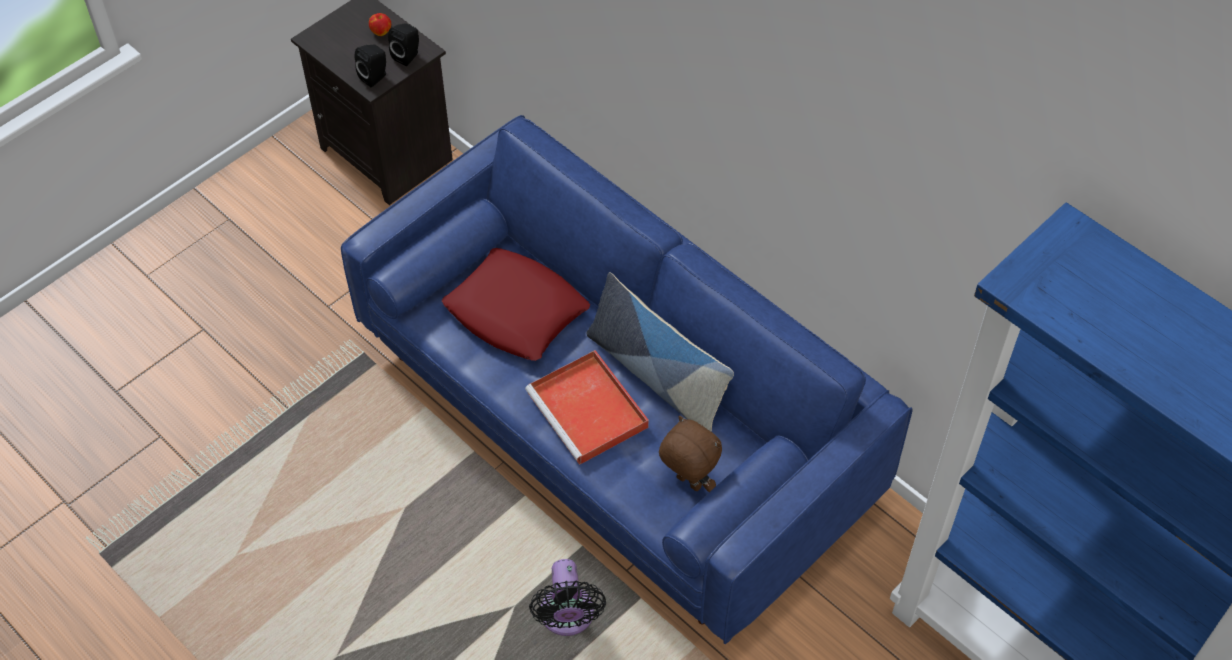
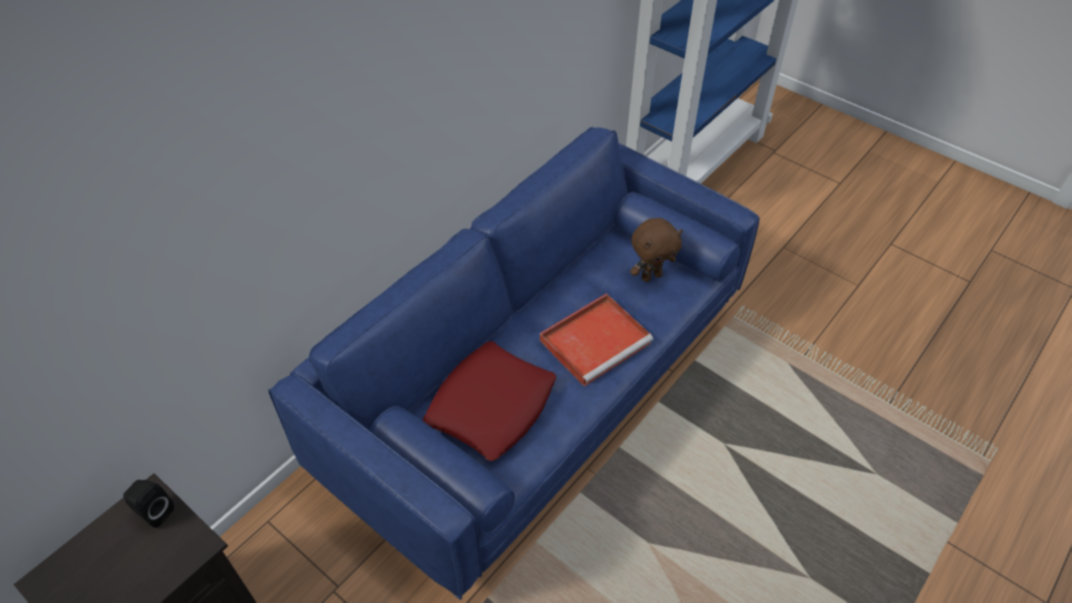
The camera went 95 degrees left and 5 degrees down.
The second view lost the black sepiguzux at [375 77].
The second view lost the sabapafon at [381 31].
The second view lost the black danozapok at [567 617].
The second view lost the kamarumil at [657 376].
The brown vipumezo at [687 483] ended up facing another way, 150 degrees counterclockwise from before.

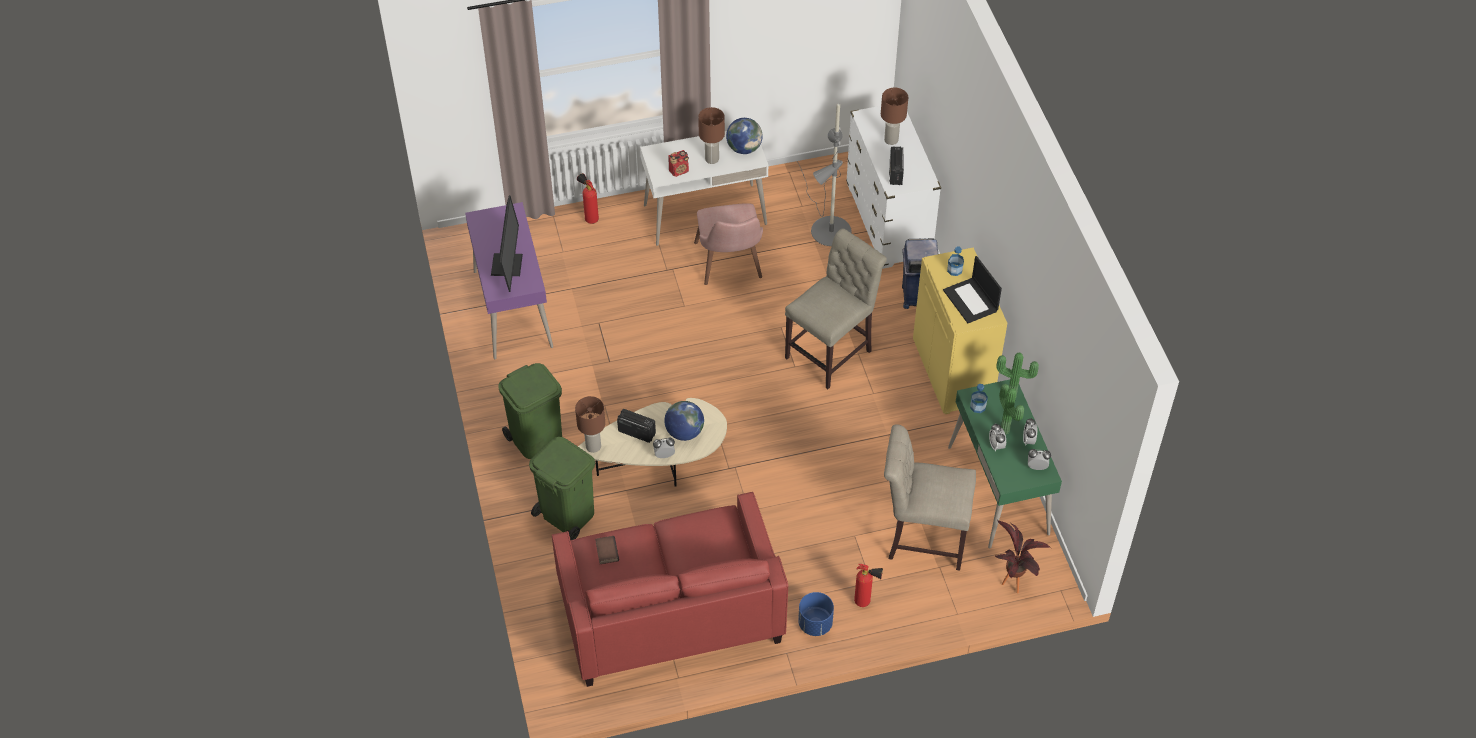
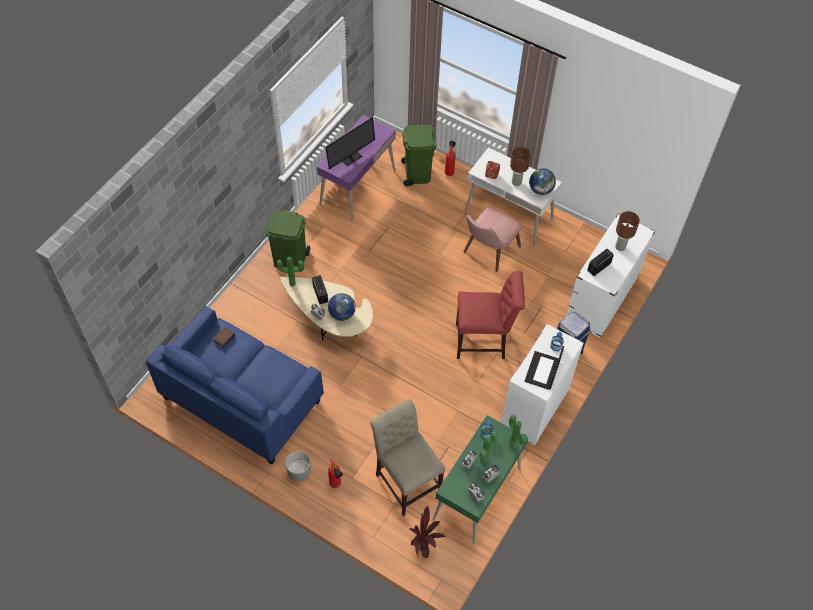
The camera went 45 degrees right and 5 degrees up.
The second view lost the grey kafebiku at [827 224].
The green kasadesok ended up elsewhere, having gone from [566 514] to [417 173].
Where the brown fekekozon stood at [593 446], the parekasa came to stand at [292 282].
What was the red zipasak at [669 612] turned into the blue zipasak at [242 399].
What was the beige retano at [832 352] turned into the red retano at [484 341].
What was the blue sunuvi at [815 624] turned into the grey sunuvi at [299 471].
What was the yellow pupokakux at [953 371] turned into the white pupokakux at [535 409].

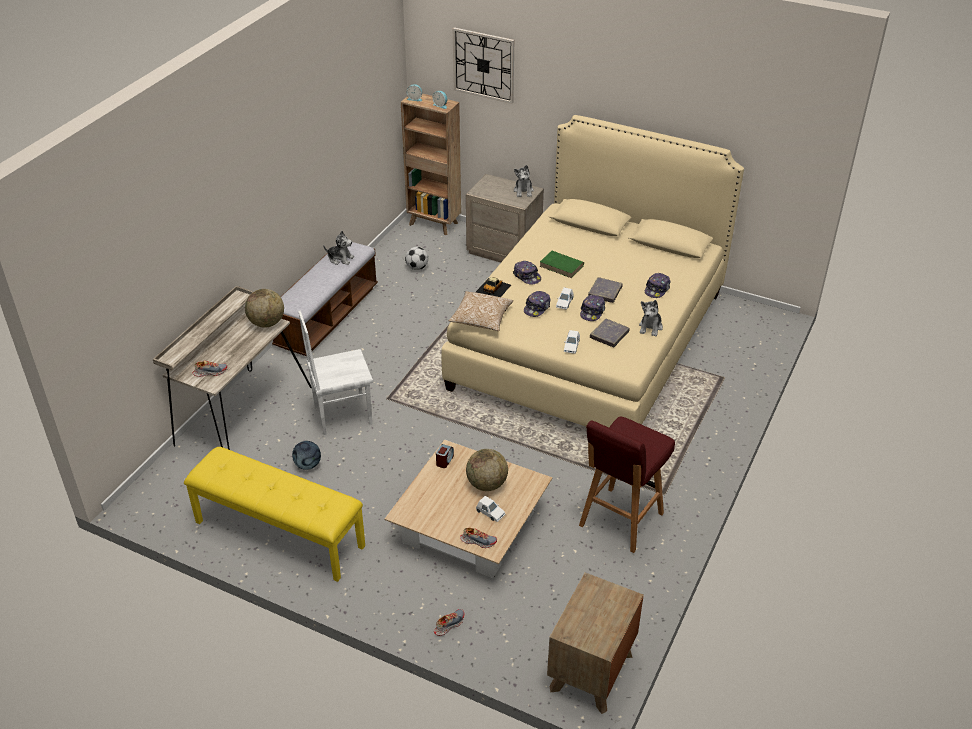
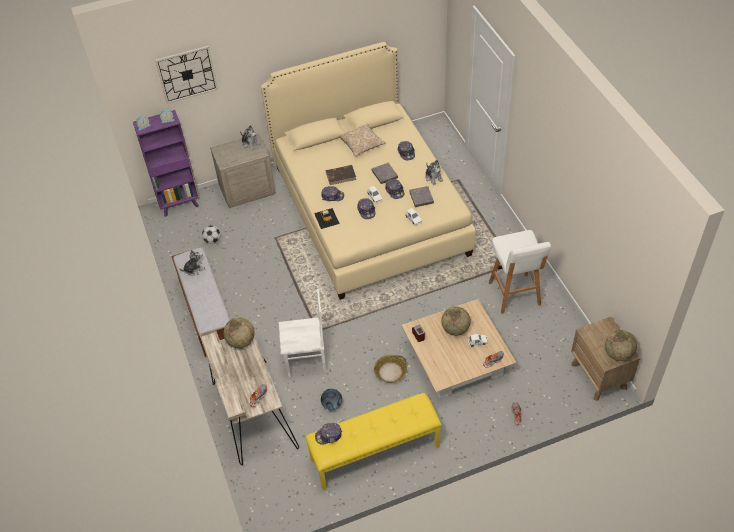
The camera went 45 degrees left and 10 degrees up.
The second view gained the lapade at [329 436].
The second view gained the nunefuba at [390 372].
The second view gained the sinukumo at [618 354].
The kamarumil ended up elsewhere, having gone from [481 319] to [362 145].
What was the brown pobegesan at [434 224] turned into the purple pobegesan at [180 204].
What was the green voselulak at [562 266] turned into the brown voselulak at [341 176].
What was the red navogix at [620 521] turned into the white navogix at [514 294].
The white retano at [342 415] ended up facing another way, 120 degrees counterclockwise from before.

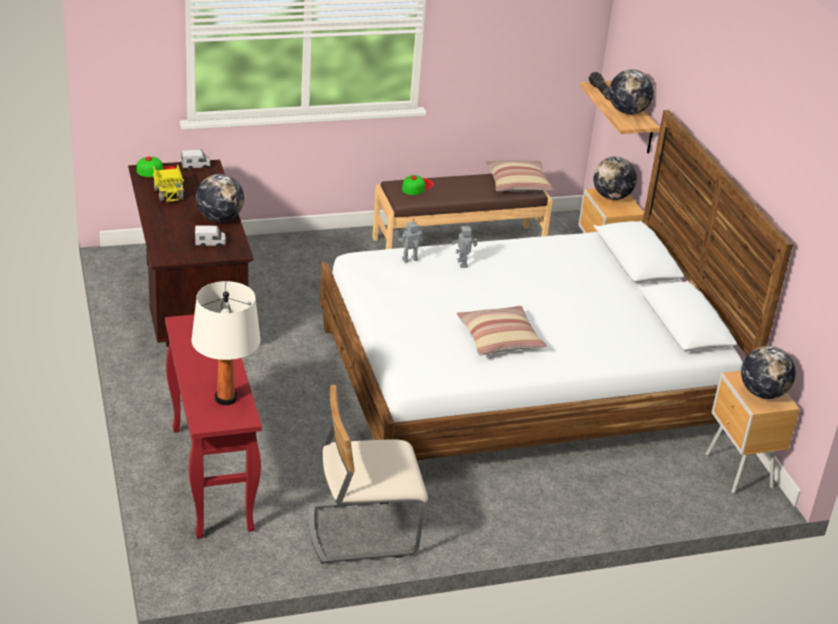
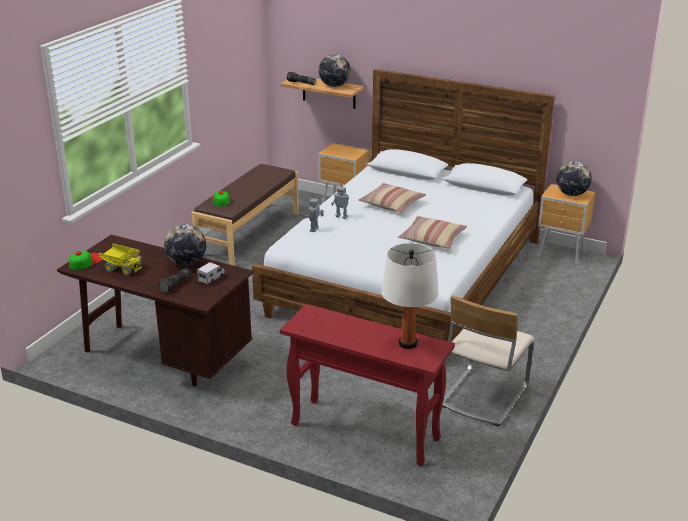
The camera went 45 degrees left and 5 degrees down.
The second view lost the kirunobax at [196 166].
The second view lost the sinukumo at [611 197].
The second view gained the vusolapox at [176 285].
The kamarumil ended up elsewhere, having gone from [517 183] to [392 204].

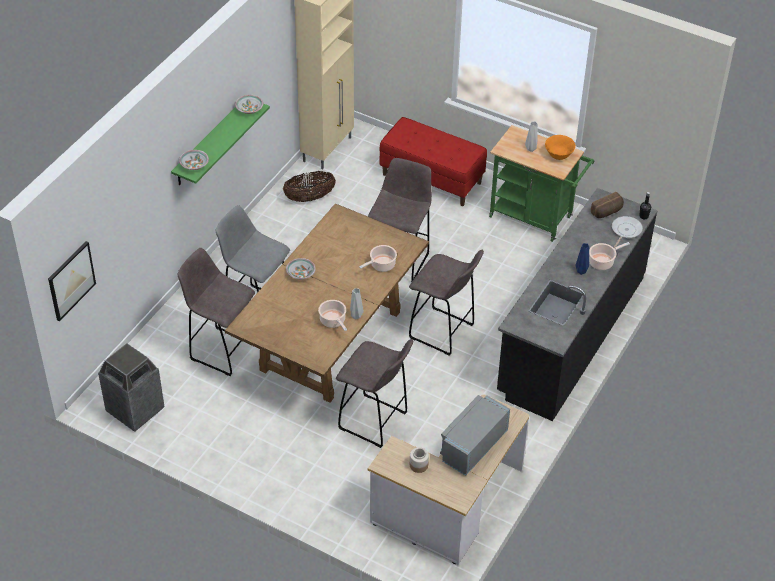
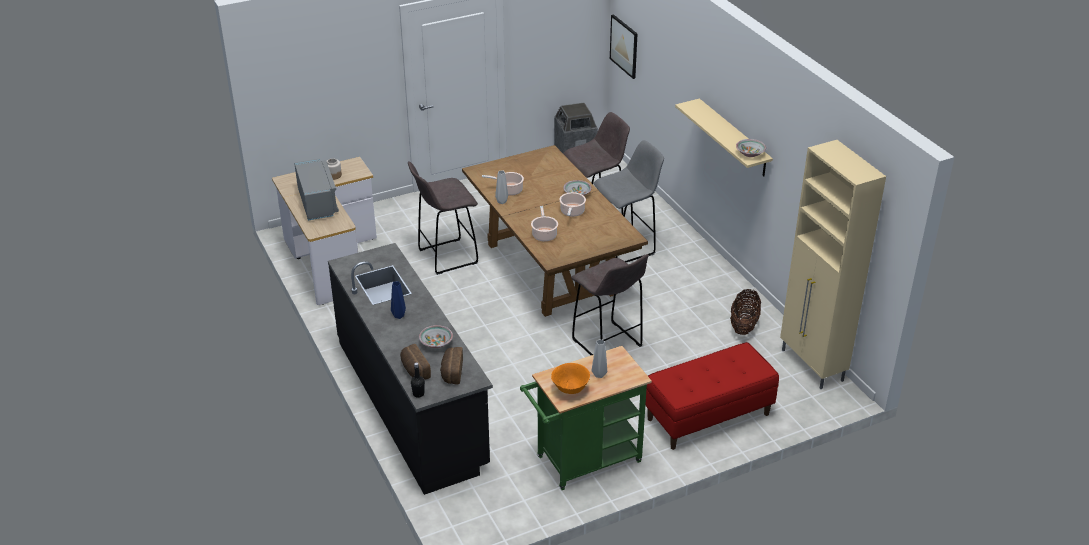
The camera went 125 degrees right and 10 degrees down.
The second view lost the grey navogix at [443 332].
The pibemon ended up elsewhere, having gone from [194 165] to [436 343].
The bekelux ended up elsewhere, having gone from [602 262] to [572 212].
Where the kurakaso stood at [625 231], the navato came to stand at [414 370].
What was the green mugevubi at [210 142] turned into the beige mugevubi at [733 138].

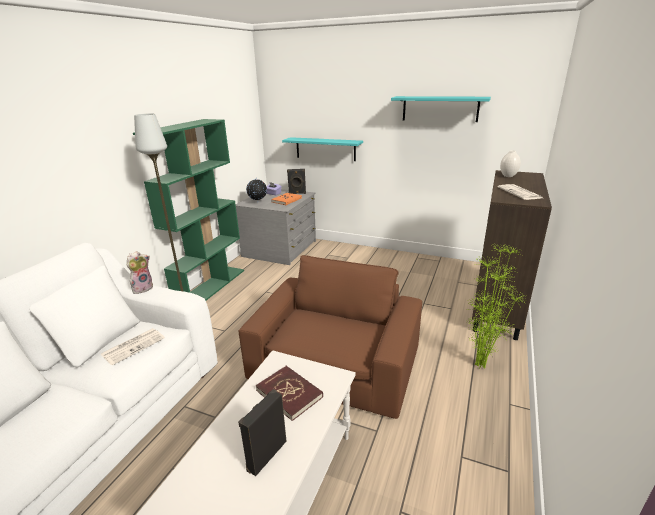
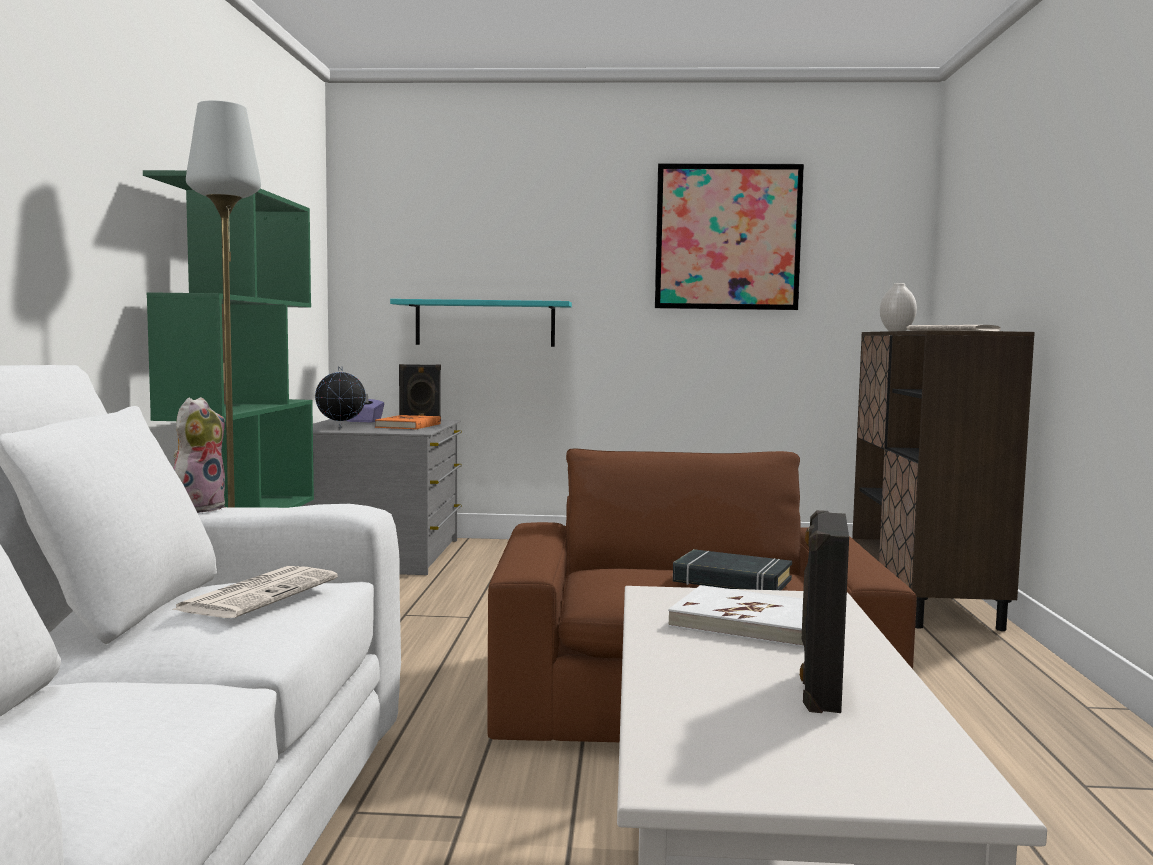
The camera went 20 degrees left and 20 degrees down.
The second view lost the parekasa at [481 365].
The second view gained the black voselulak at [731 581].
Where the turquoise mugevubi hung at [440 109], the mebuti came to hang at [727 237].
What was the red voselulak at [289 393] turned into the white voselulak at [750 623].

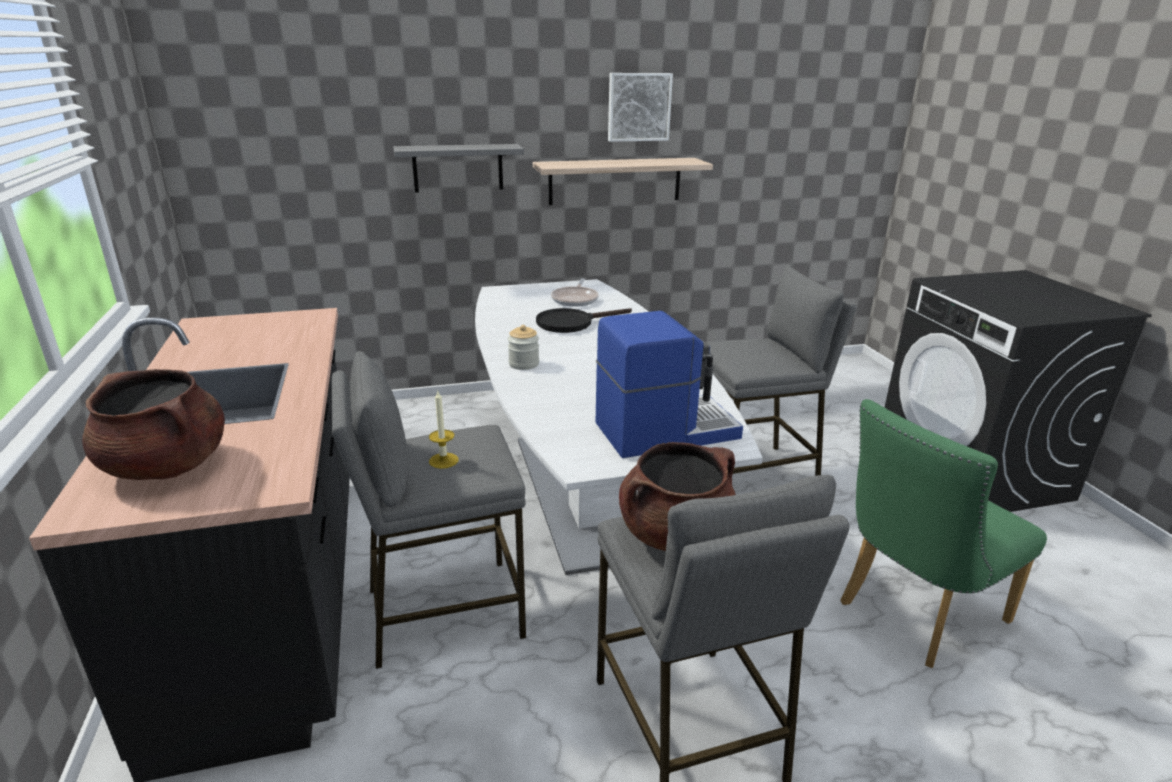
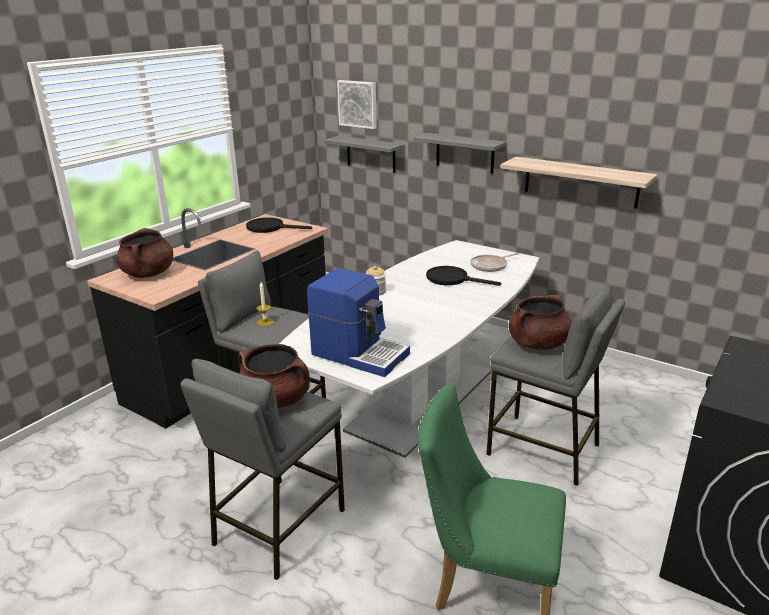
The camera went 50 degrees right and 0 degrees up.
The second view gained the black kurakaso at [270 228].
The second view gained the grey mugevubi at [371 154].
The second view gained the brown bekelux at [538 344].
The mebuti ended up elsewhere, having gone from [638 107] to [358 104].

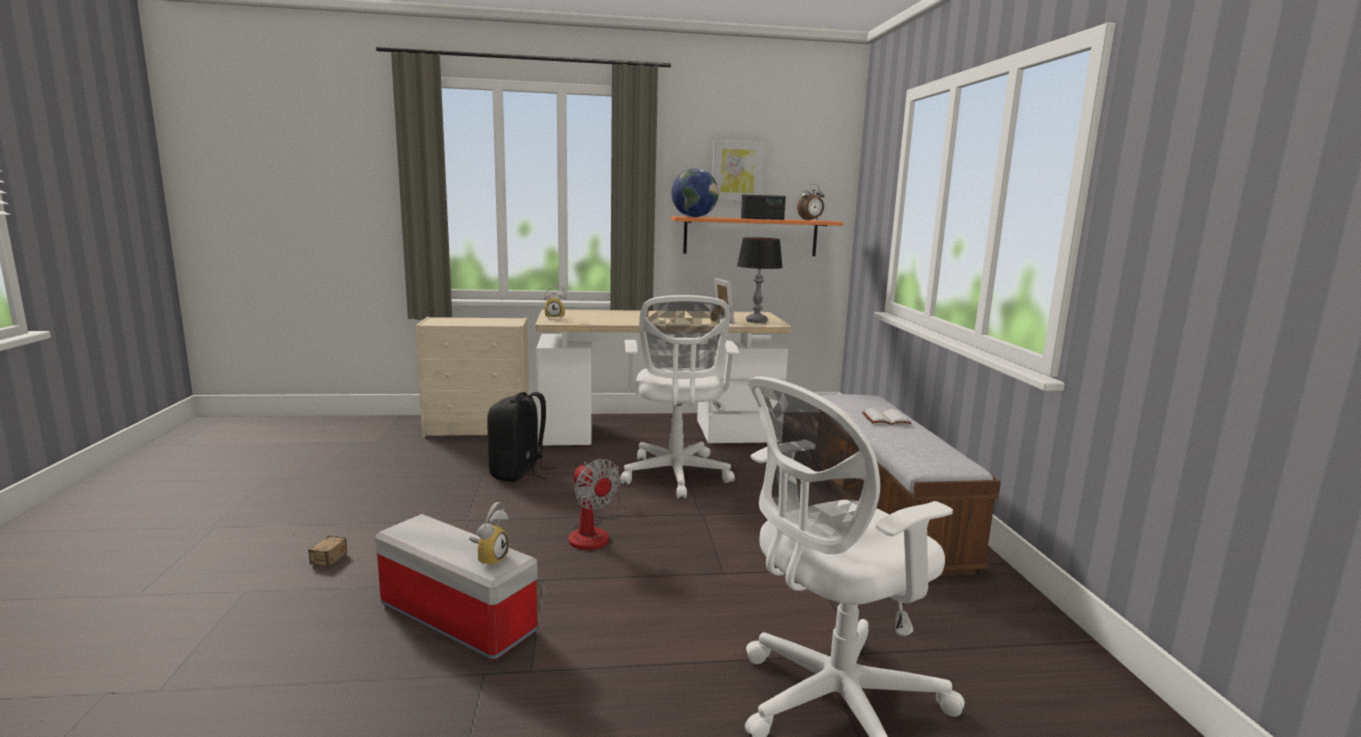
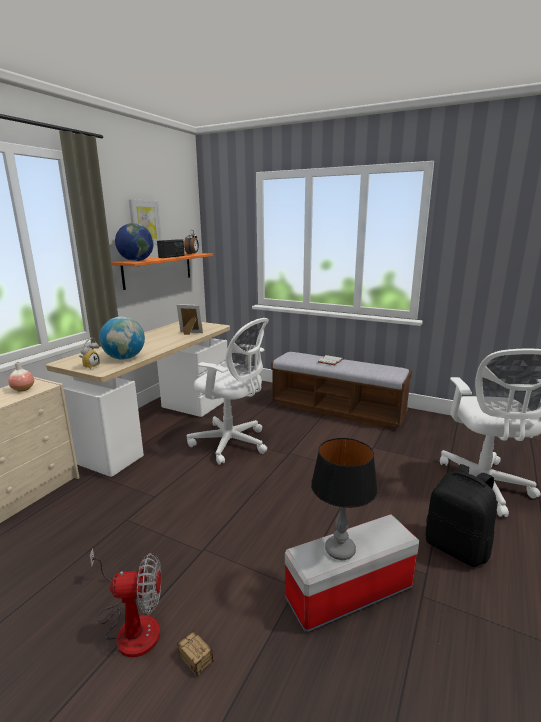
The camera went 55 degrees left and 5 degrees up.
The second view lost the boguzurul at [489 559].
The second view gained the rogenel at [23 389].
The second view gained the sinukumo at [125 358].
The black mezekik ended up elsewhere, having gone from [519 473] to [457 547].
The danozapok ended up elsewhere, having gone from [594 532] to [131 625].
The fekekozon ended up elsewhere, having gone from [756 321] to [340 550].

